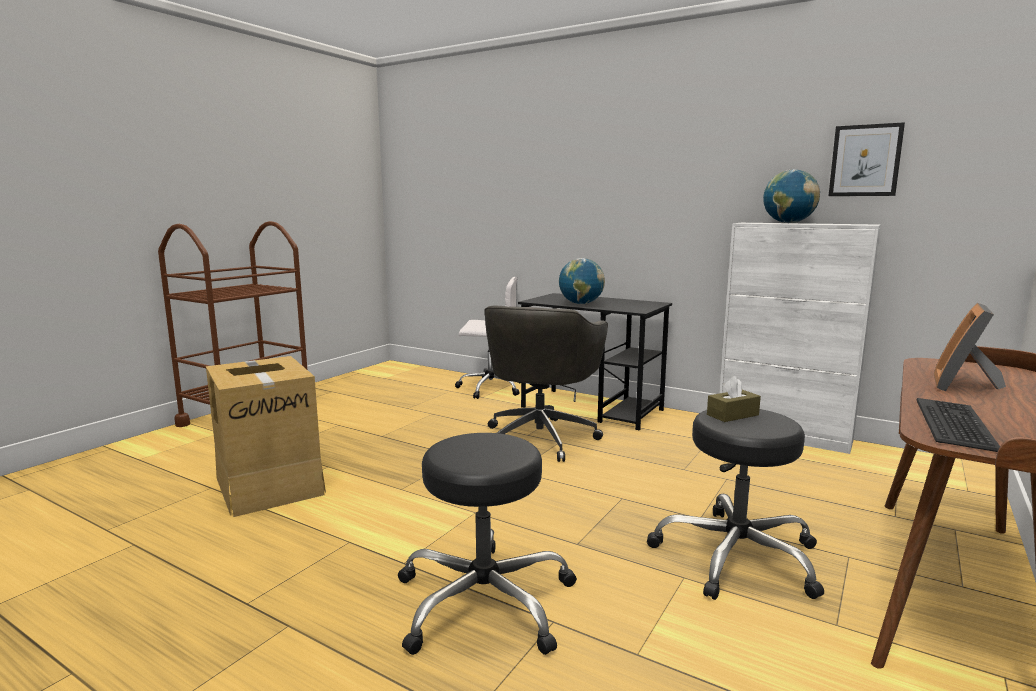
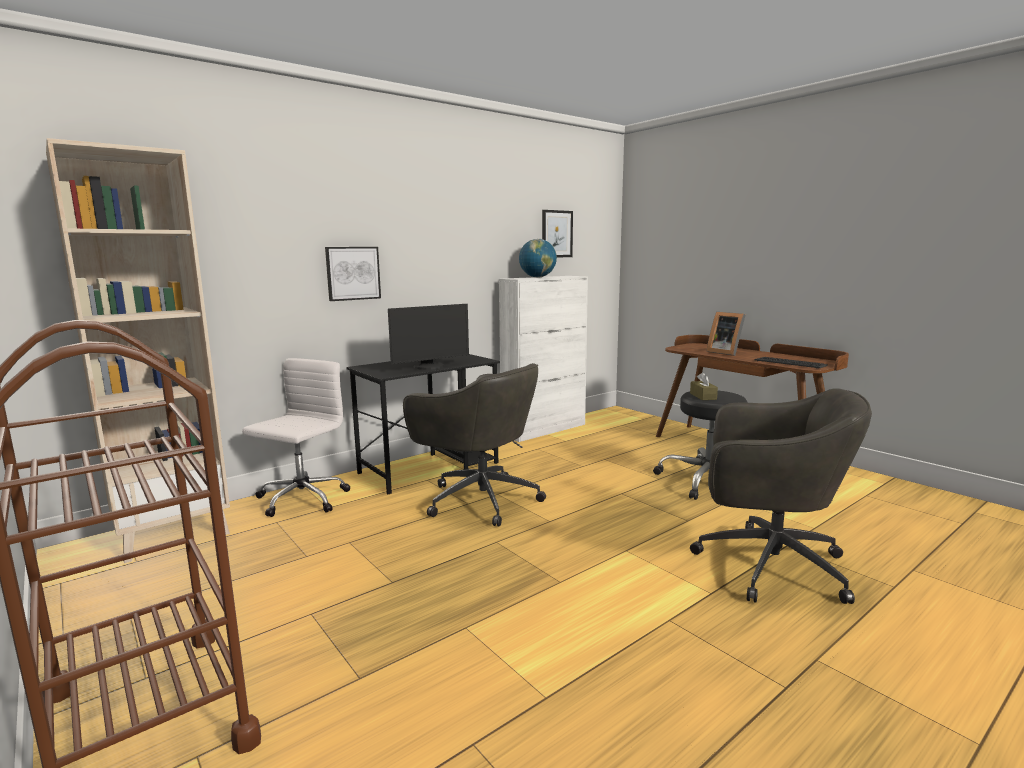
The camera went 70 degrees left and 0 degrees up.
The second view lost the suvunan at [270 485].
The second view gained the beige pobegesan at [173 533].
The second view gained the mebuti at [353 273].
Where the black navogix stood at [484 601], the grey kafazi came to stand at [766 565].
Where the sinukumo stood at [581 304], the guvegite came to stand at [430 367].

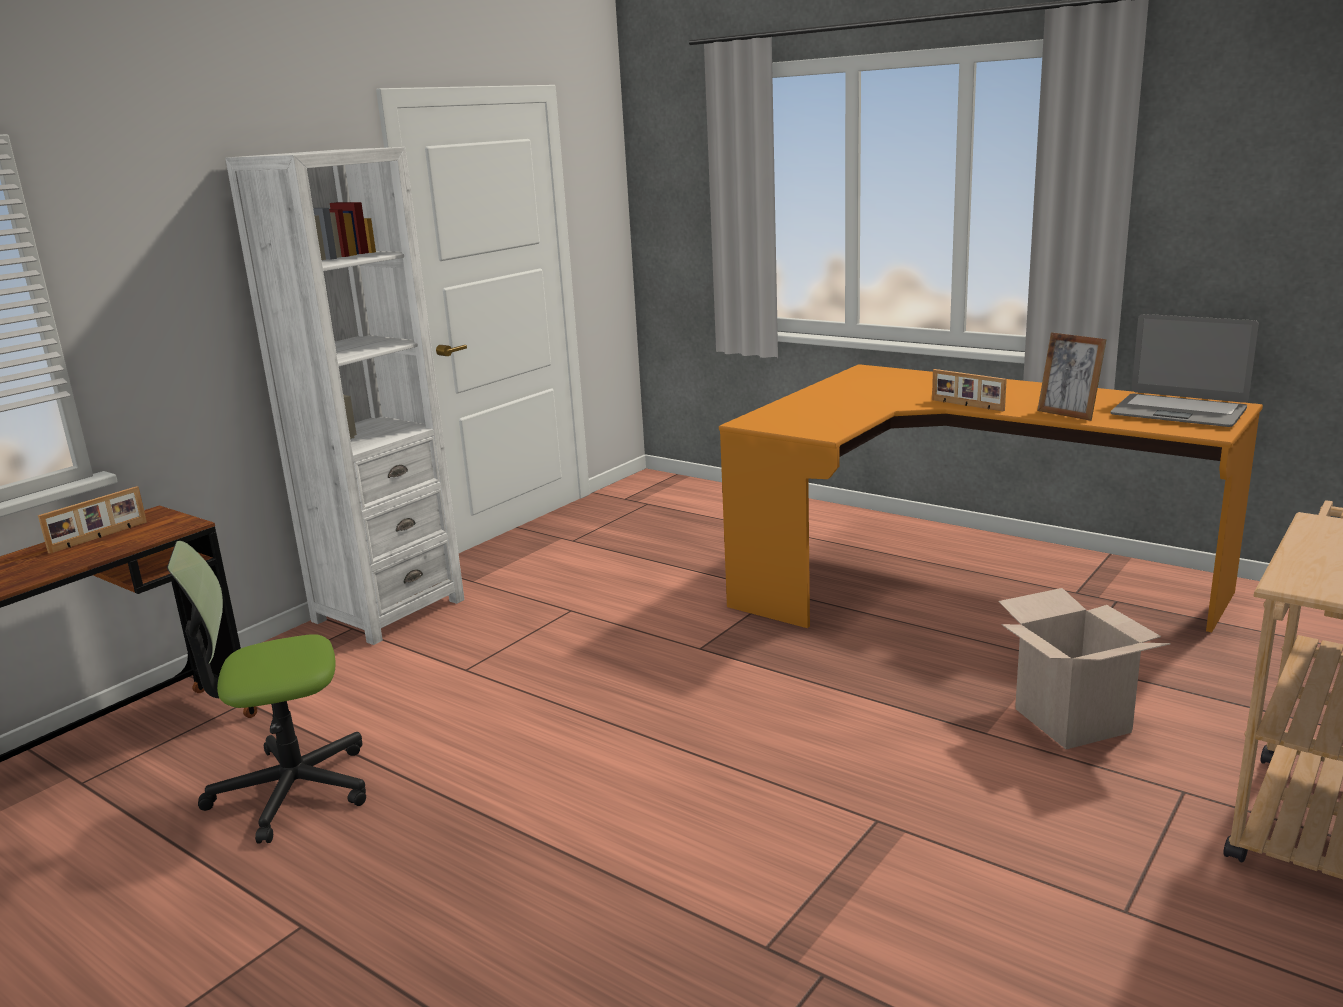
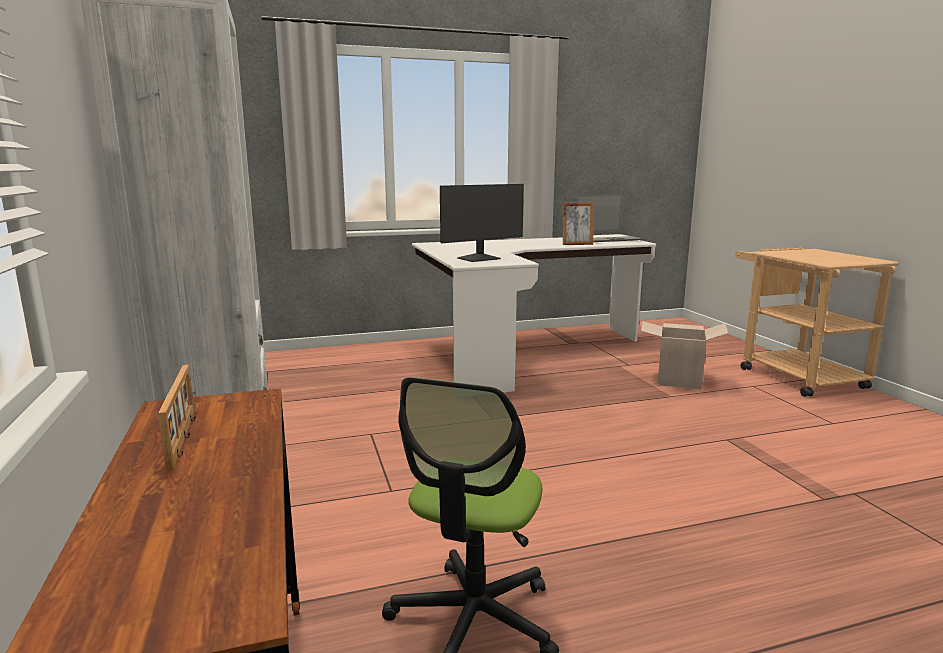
The camera went 55 degrees left and 5 degrees down.
The second view lost the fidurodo at [966 405].
The second view gained the guvegite at [479 258].
What was the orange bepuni at [960 580] turned into the white bepuni at [521 352].

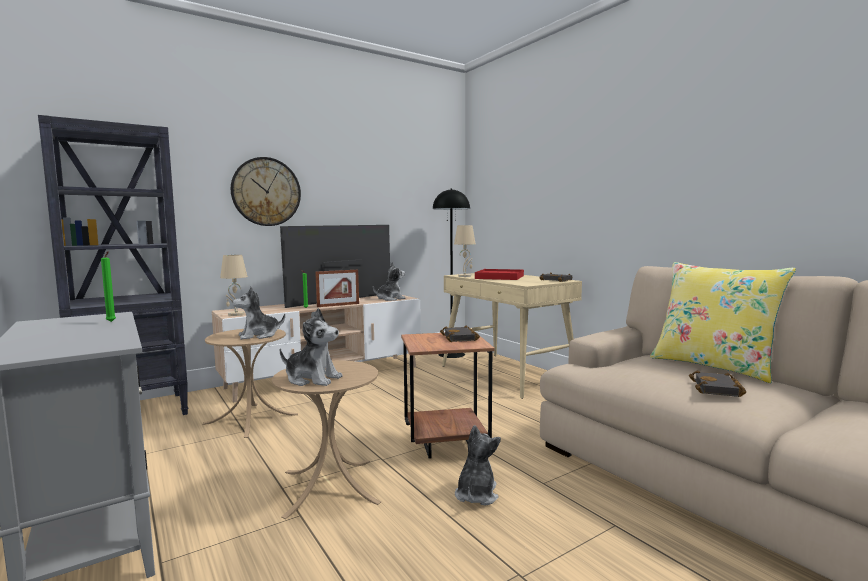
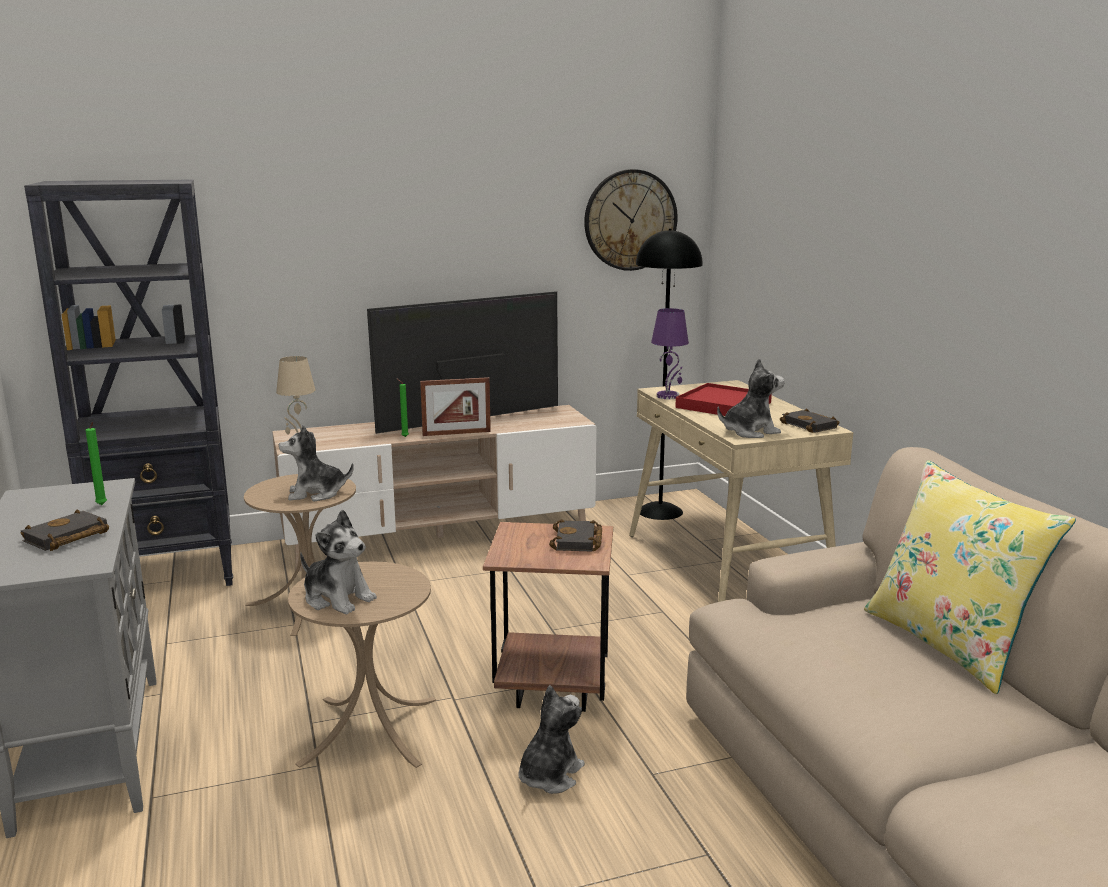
The camera went 15 degrees right and 10 degrees up.
The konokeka ended up elsewhere, having gone from [266 192] to [630 220].
The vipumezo ended up elsewhere, having gone from [390 299] to [749 432].
The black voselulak ended up elsewhere, having gone from [718 389] to [66 538].
What was the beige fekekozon at [465 276] turned into the purple fekekozon at [668 396].

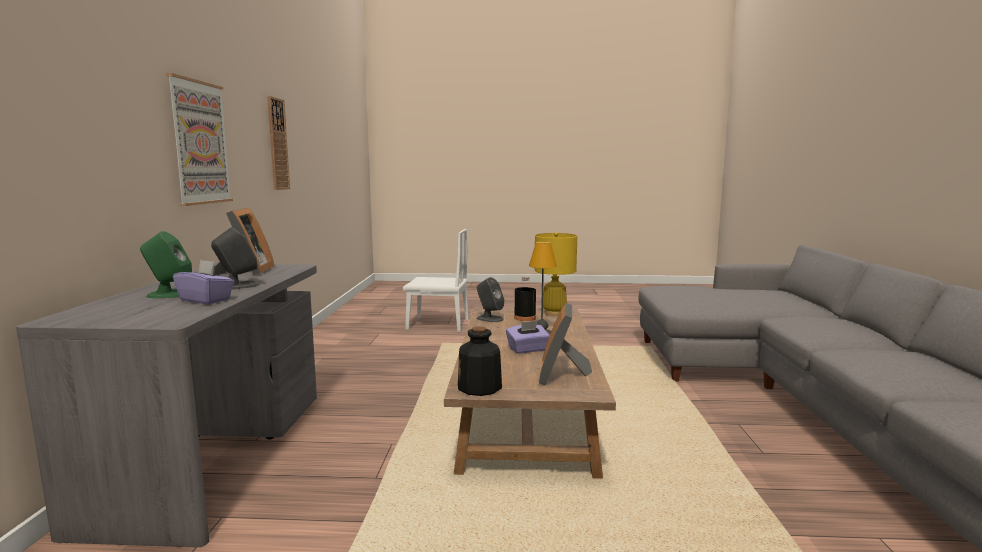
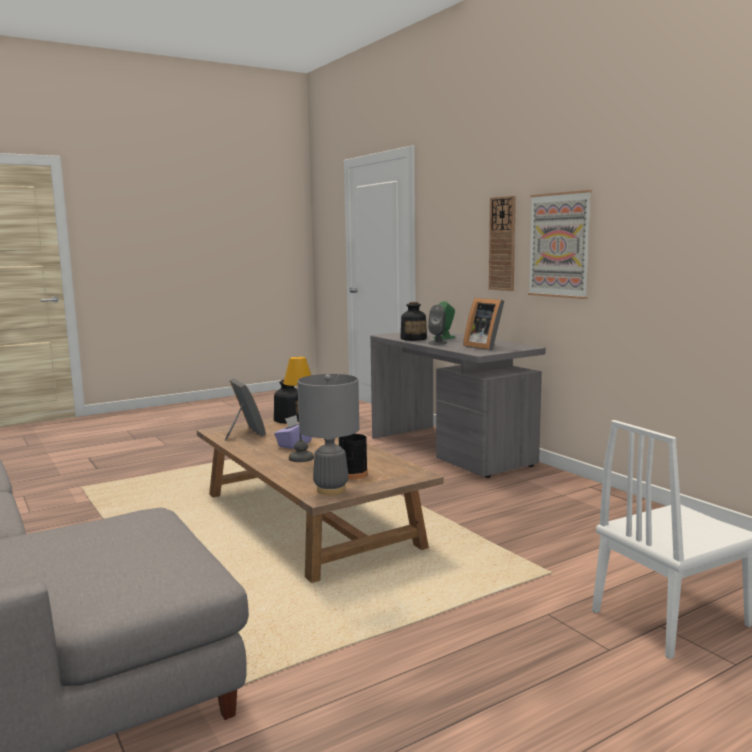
The camera went 145 degrees right and 0 degrees up.
The second view lost the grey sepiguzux at [489 318].
The konokeka ended up elsewhere, having gone from [277 144] to [502 244].
Where the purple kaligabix stood at [206 300], the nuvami came to stand at [413 338].
What was the yellow fekekozon at [554 313] turned into the grey fekekozon at [331 490].

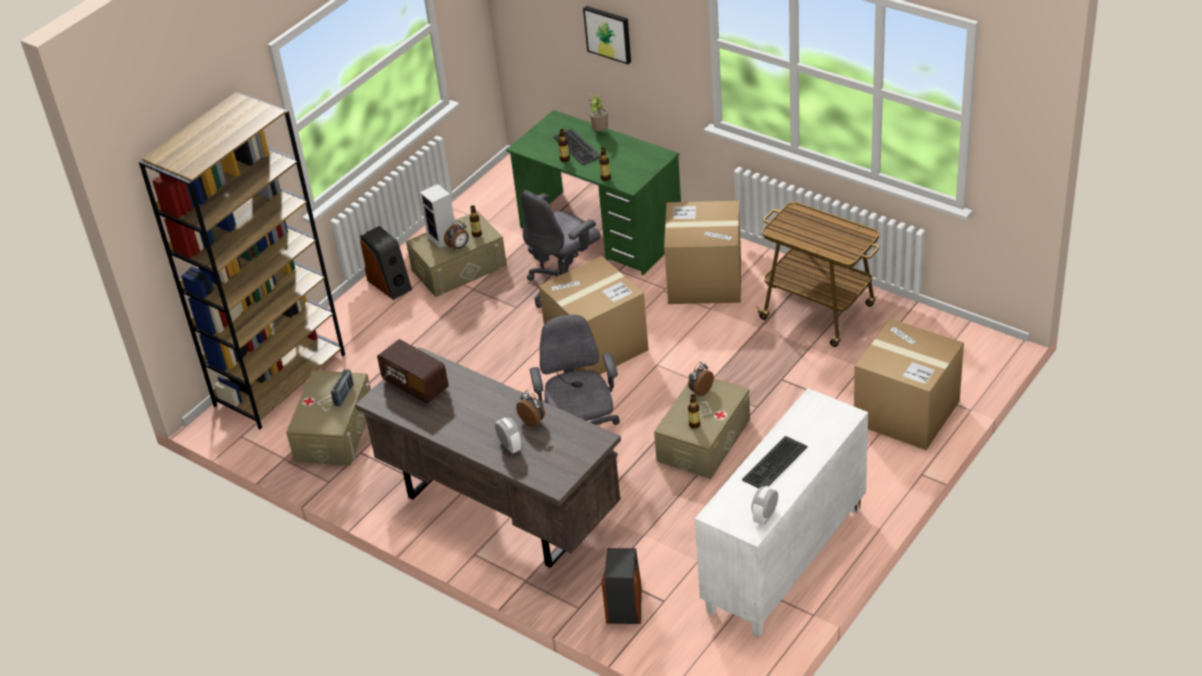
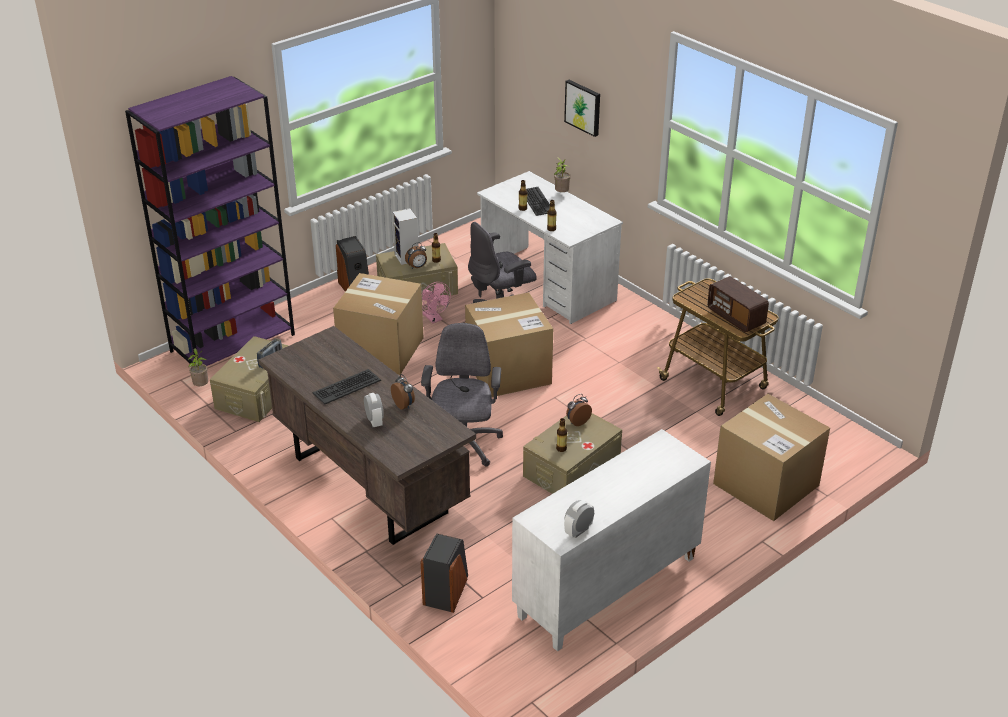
The camera went 10 degrees right and 5 degrees down.
The second view gained the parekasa at [201 386].
The second view gained the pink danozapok at [434 319].
The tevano ended up elsewhere, having gone from [415 385] to [736 317].
The suvunan ended up elsewhere, having gone from [705 280] to [381 350].
The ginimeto ended up elsewhere, having gone from [774 463] to [346 387].
What was the brown pobegesan at [280 379] turned into the purple pobegesan at [233 342].
What was the green bepuni at [601 232] turned into the white bepuni at [547 284].

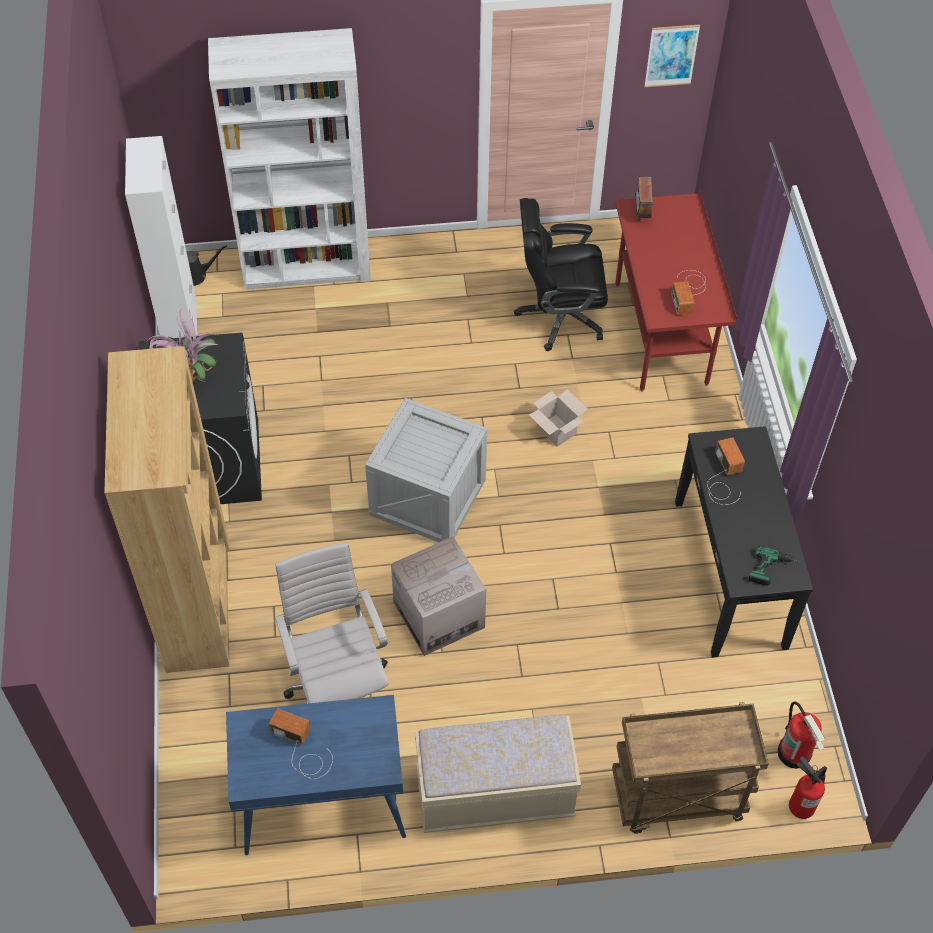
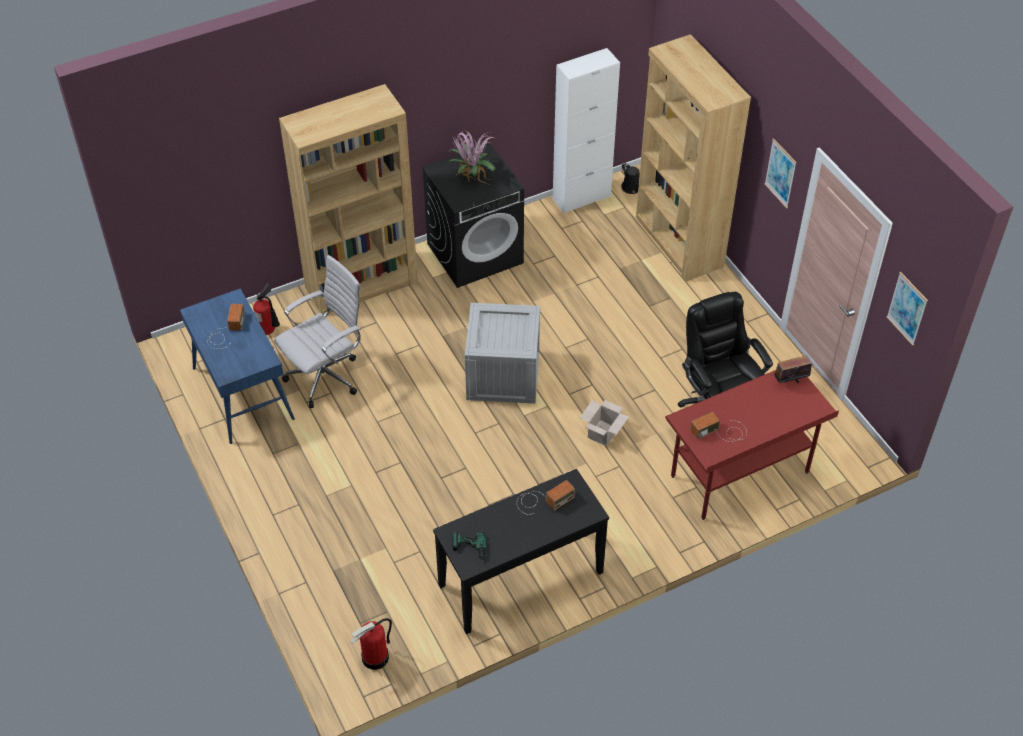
The camera went 70 degrees right and 5 degrees down.
The second view lost the suvunan at [439 615].
The second view lost the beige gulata at [495 795].
The second view lost the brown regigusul at [676 798].
The second view gained the mebuti at [780 173].
The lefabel ended up elsewhere, having gone from [802 804] to [269 330].
What was the white pobegesan at [307 265] turned into the brown pobegesan at [678 242].

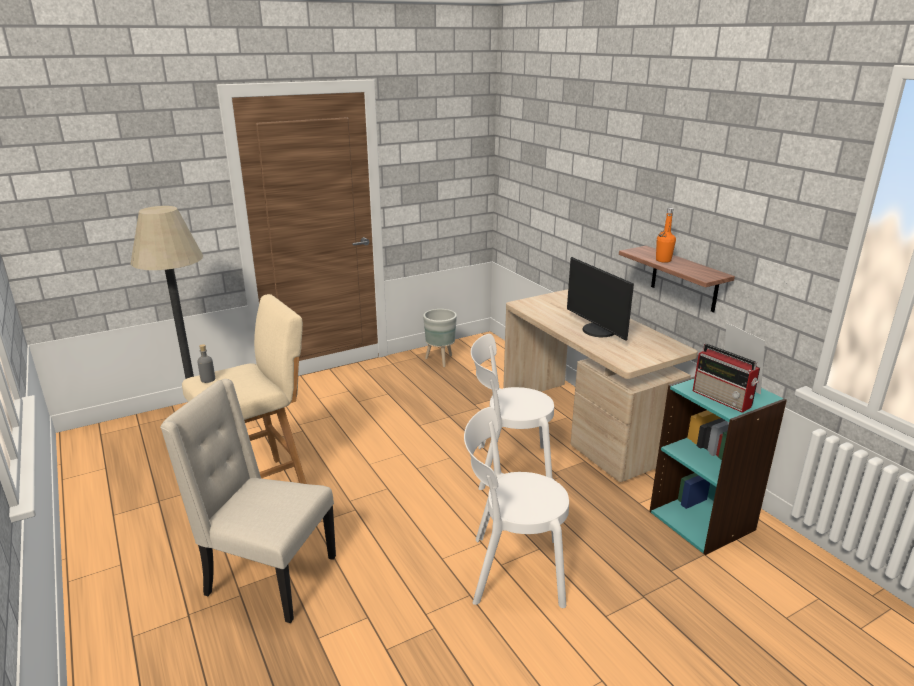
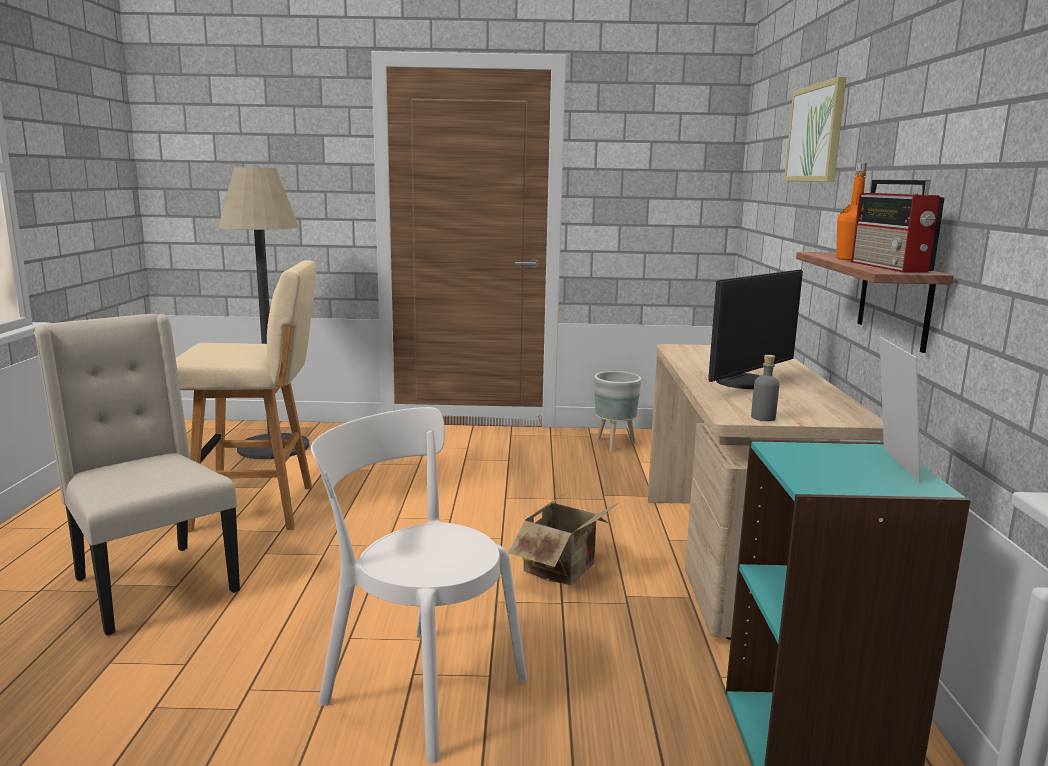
The camera went 30 degrees right and 10 degrees down.
The second view gained the mebuti at [816 133].
The grey nuvami ended up elsewhere, having gone from [208 379] to [763 417].
The tevano ended up elsewhere, having gone from [723 399] to [890 267].
Where the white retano stood at [508 467], the suvunan came to stand at [565 570].
The guvegite at [597 331] ended up facing another way, 135 degrees counterclockwise from before.

